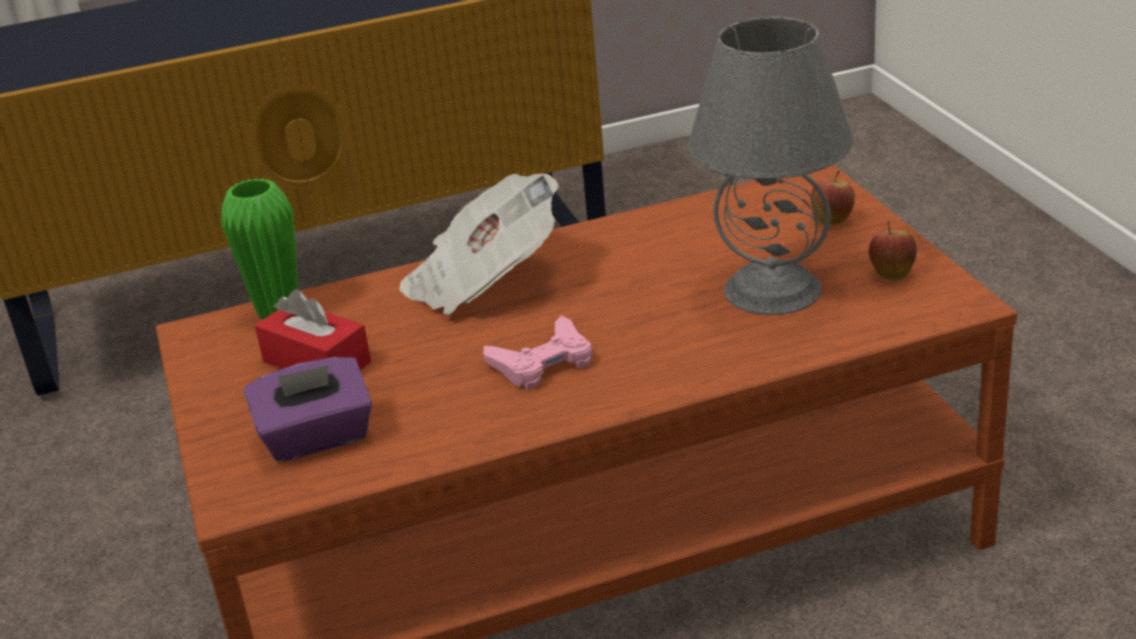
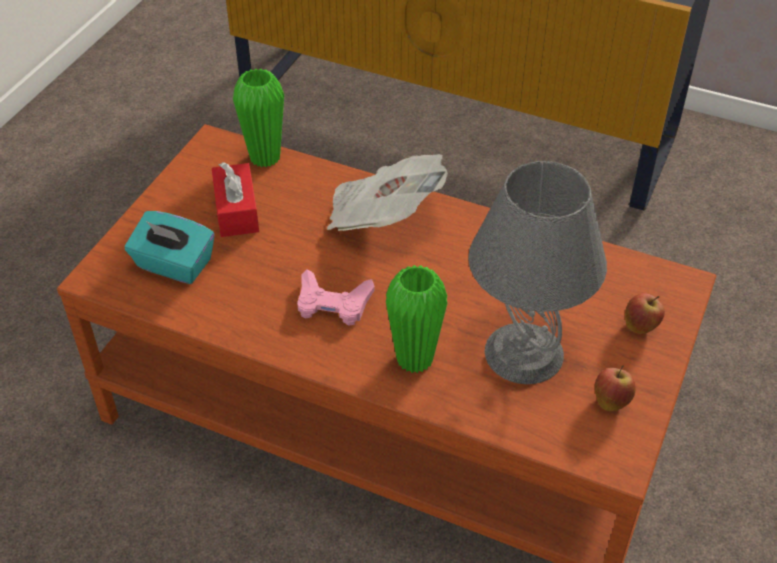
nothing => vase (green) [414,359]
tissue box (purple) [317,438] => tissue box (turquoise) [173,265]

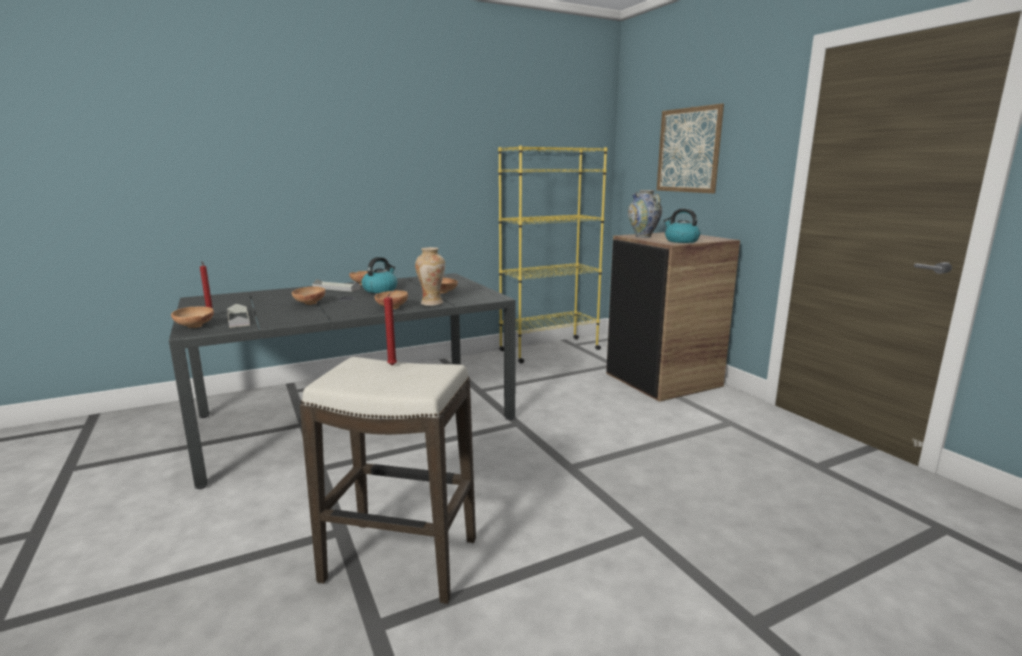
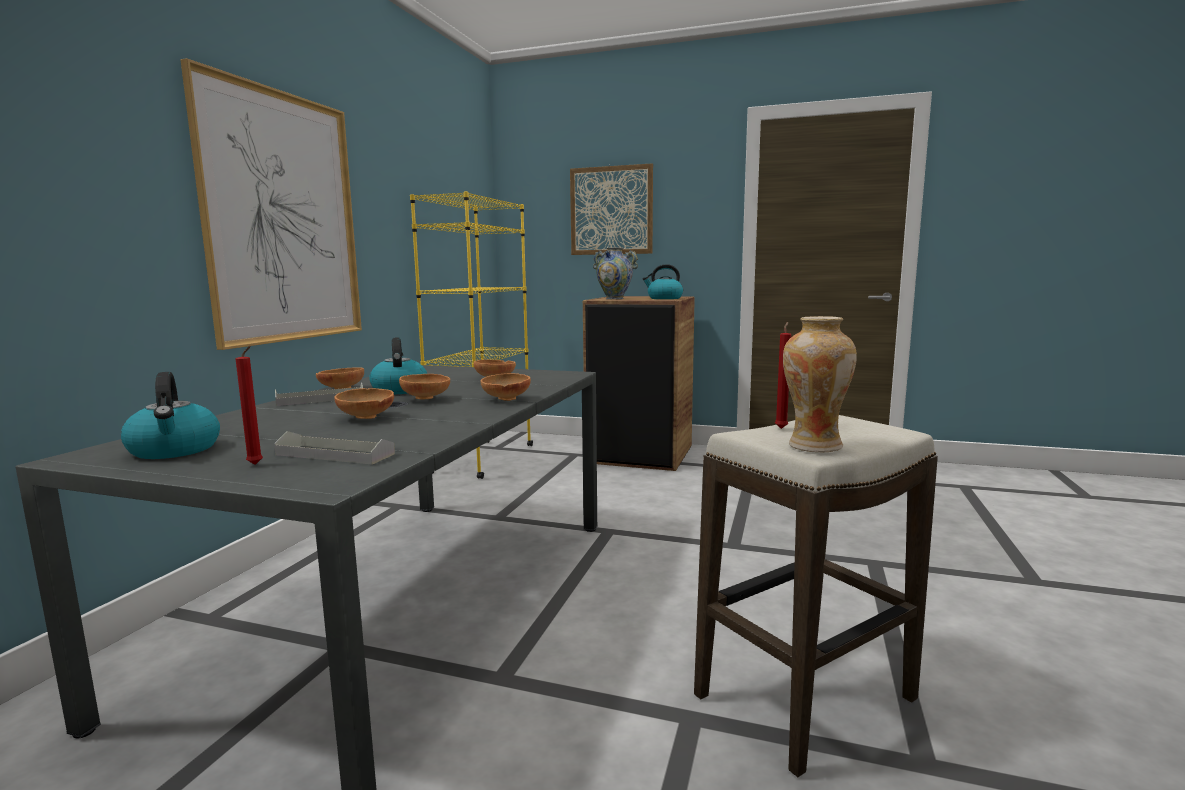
nothing => kettle [175,450]
nothing => picture [284,218]
bowl (brown) [194,327] => bowl (brown) [426,399], move
vase [431,303] => vase [814,446], move

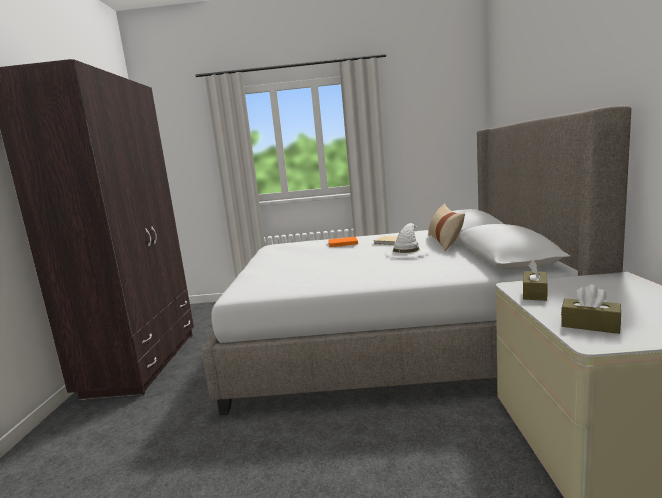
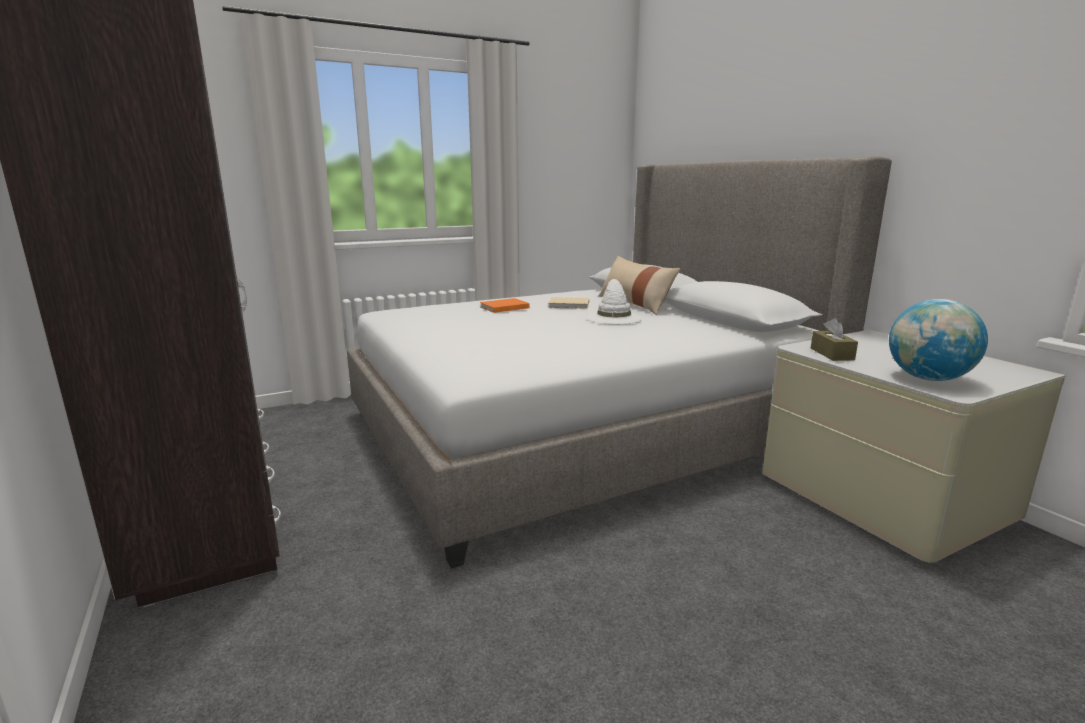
tissue box (brown) [590,325] => globe [928,378]

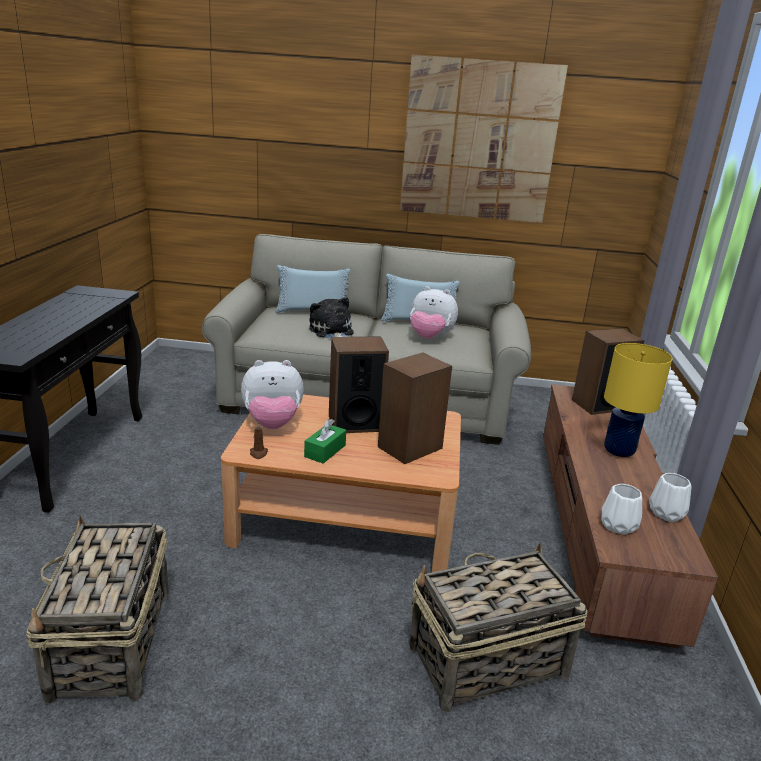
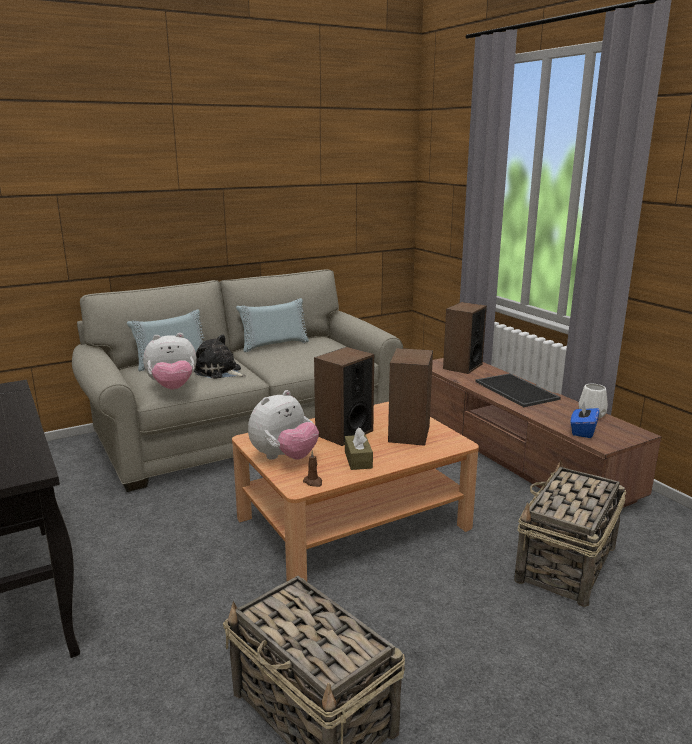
picture [479,141] => nothing
plush toy [430,338] => plush toy [173,388], move
vase (white) [618,526] => tissue box (blue) [582,431]
table lamp (yellow) [619,452] => tray [517,390]
tissue box (green) [325,451] => tissue box (brown) [358,460]

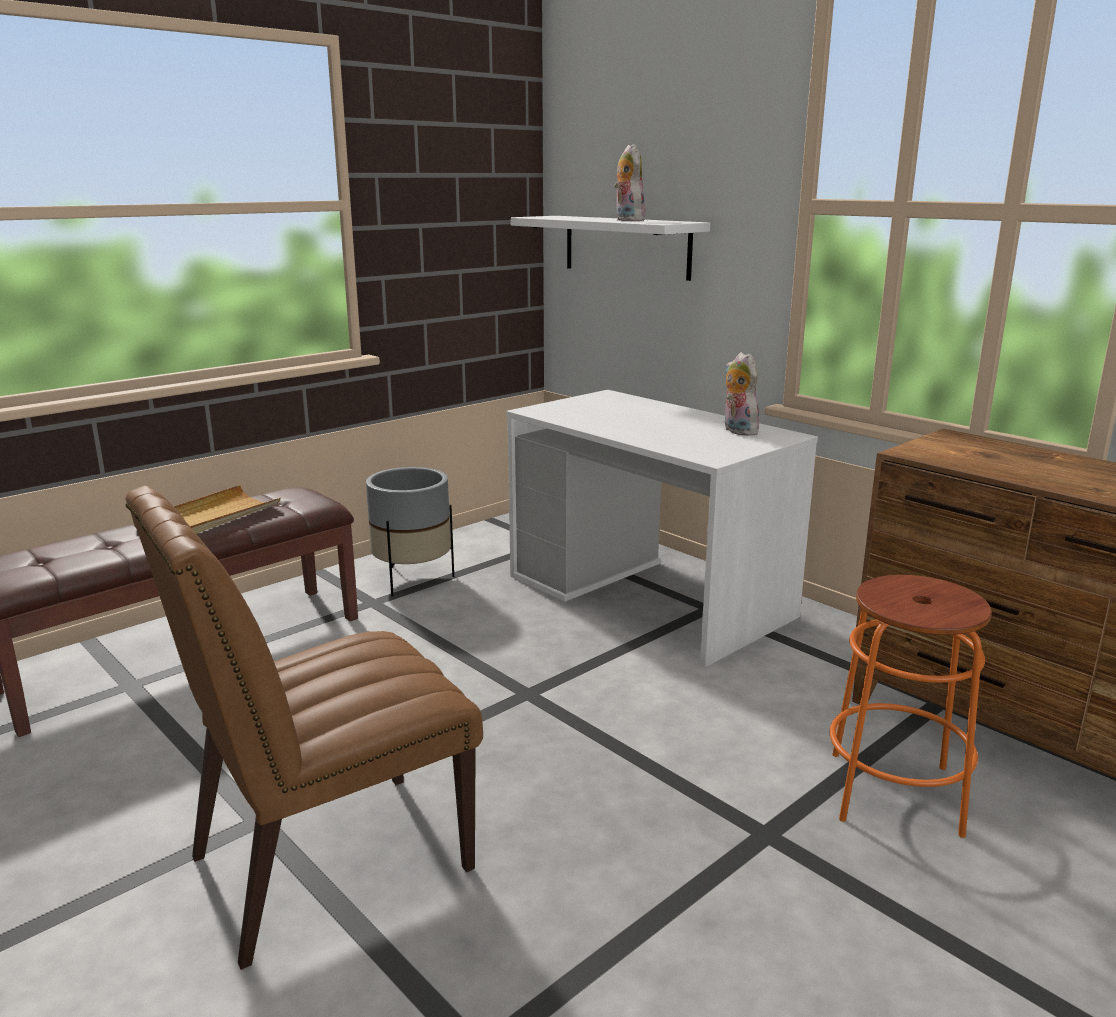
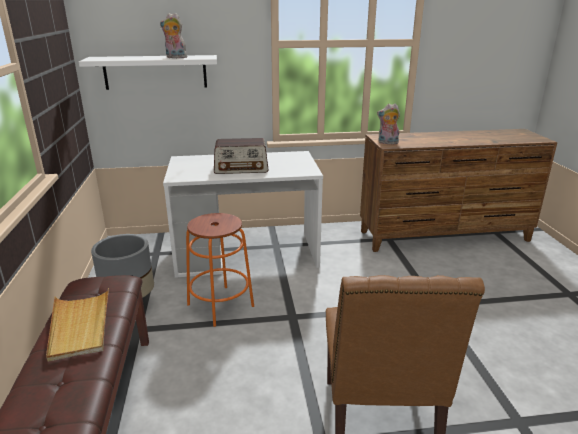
nothing => radio [241,168]
plush toy [737,431] => plush toy [387,143], move
stool (orange) [894,792] => stool (orange) [220,305], move

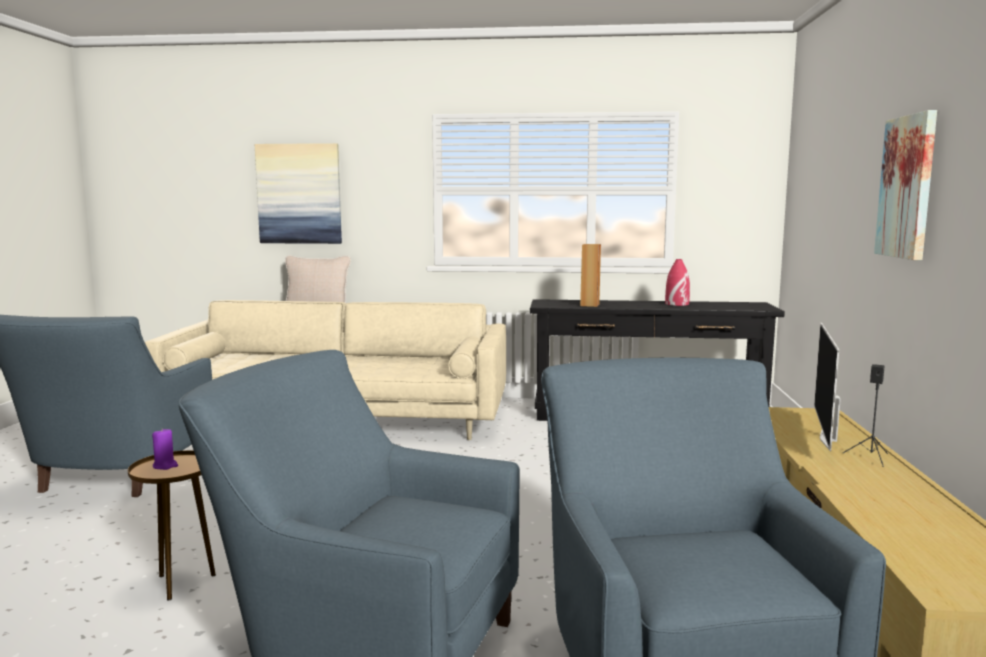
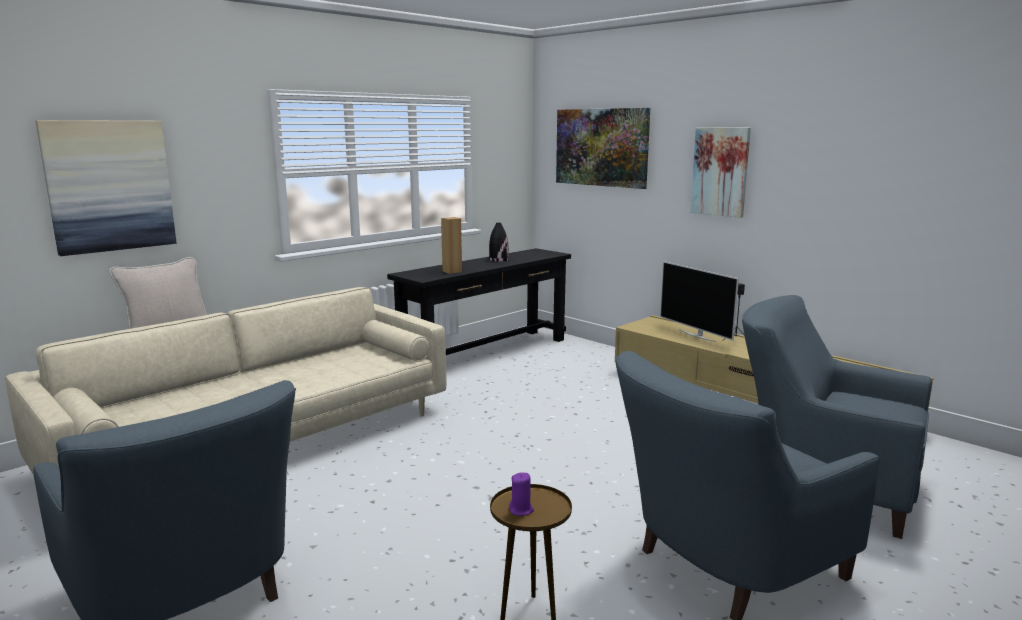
nothing => picture [601,147]
vase (red) [676,304] => vase (black) [498,259]

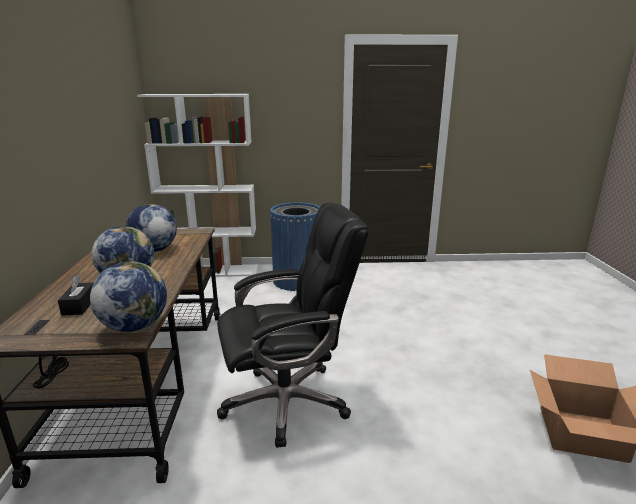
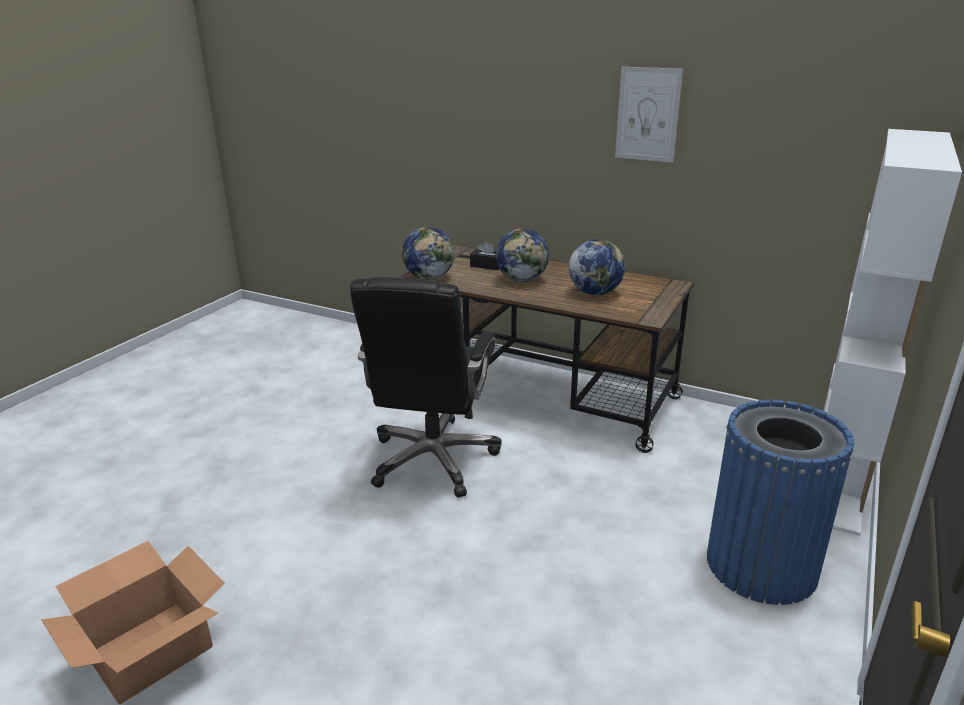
nothing => picture [647,114]

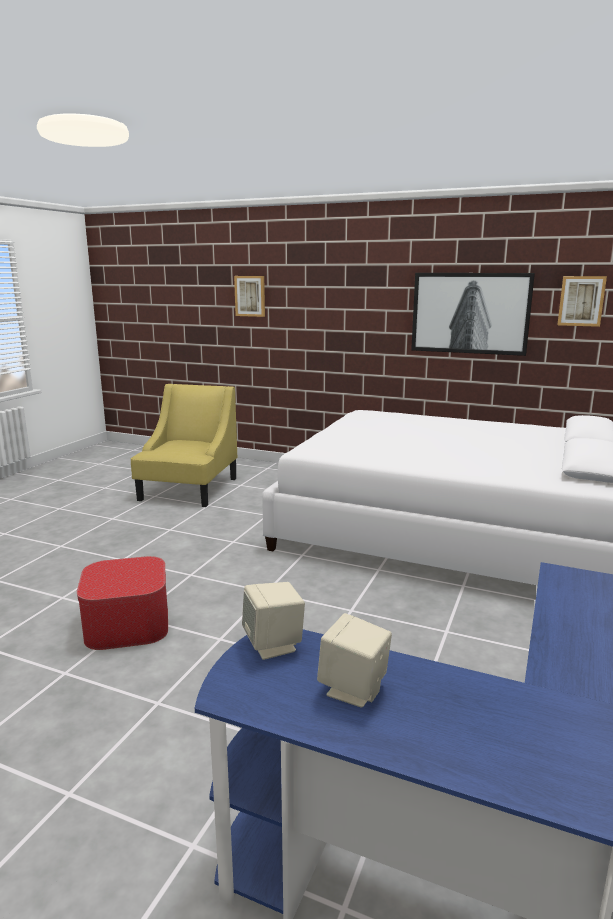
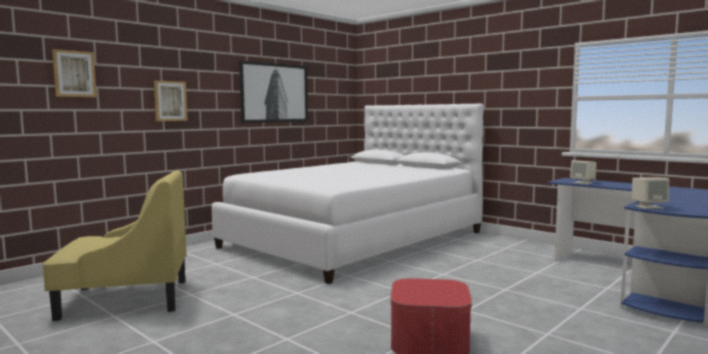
speaker (beige) [354,689] => speaker (beige) [583,183], move
picture [581,301] => picture [170,101], move
armchair (yellow) [189,489] => armchair (yellow) [125,299], 135 degrees clockwise

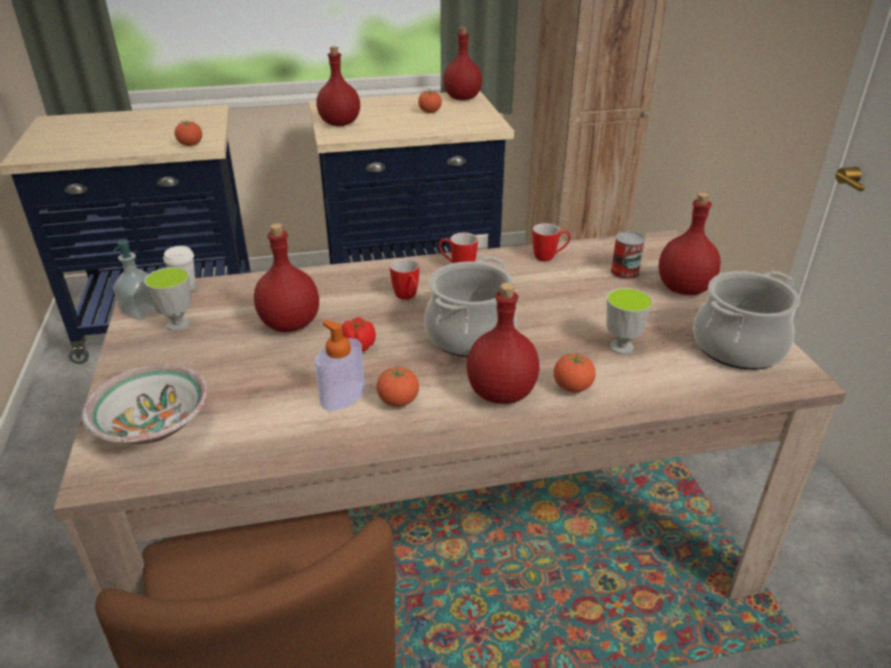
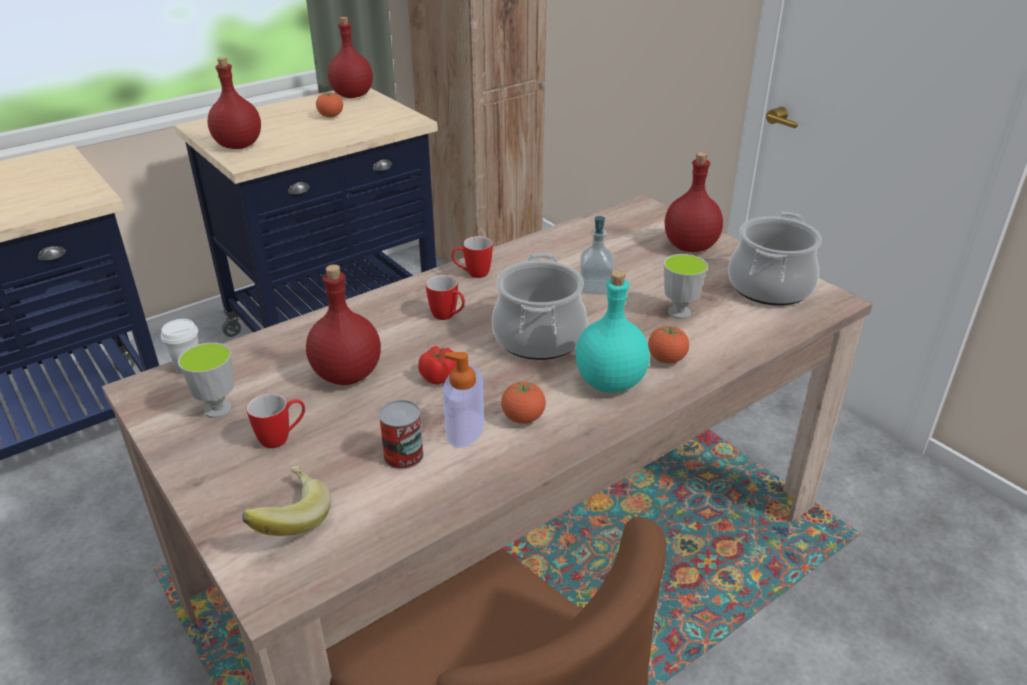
tomato [190,145] => nothing
soap dispenser [142,311] => soap dispenser [595,288], move
mug [549,257] => mug [282,438], move
can [624,272] => can [403,455], move
bowl [154,424] => banana [288,519]
bottle (red) [501,392] => bottle (turquoise) [610,381]

